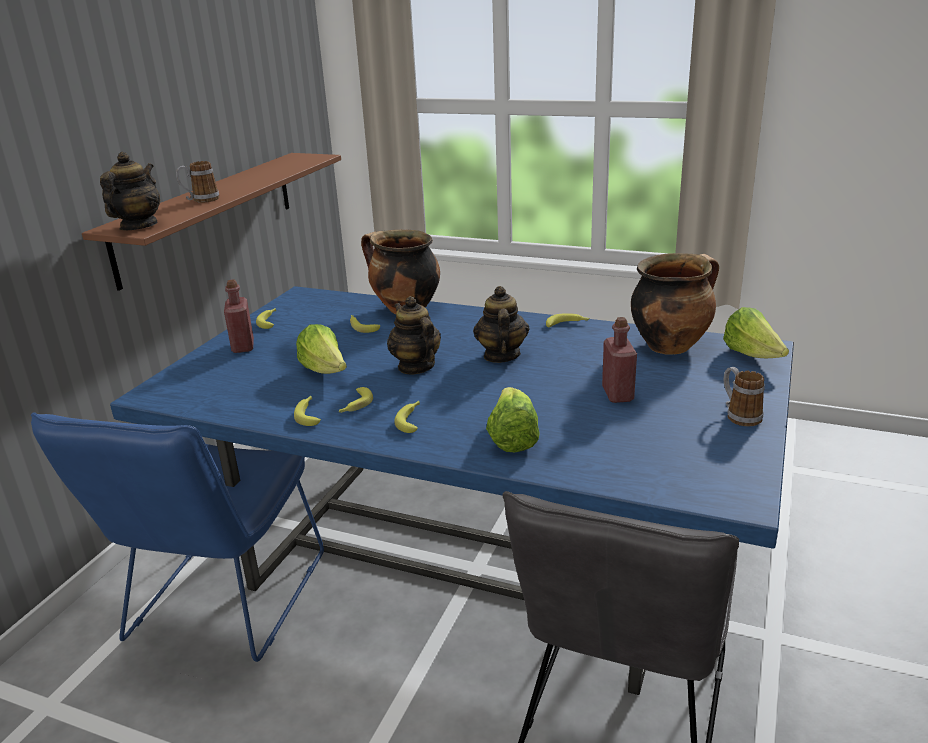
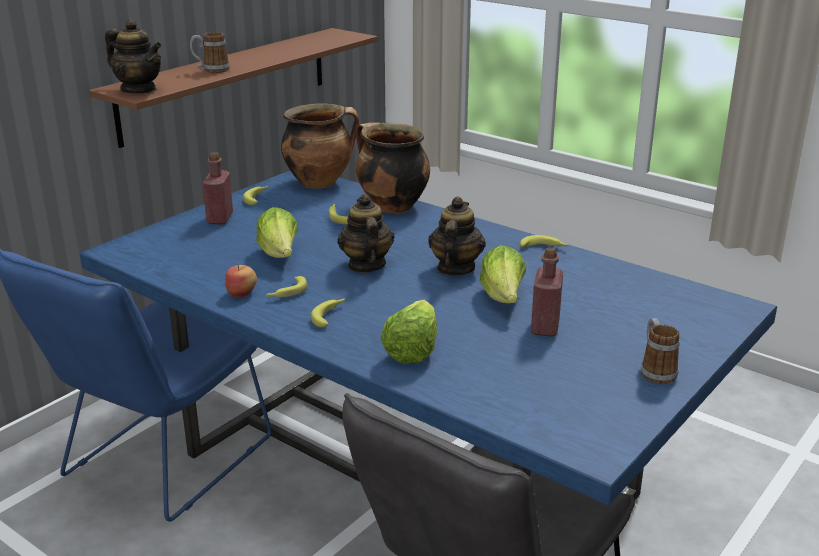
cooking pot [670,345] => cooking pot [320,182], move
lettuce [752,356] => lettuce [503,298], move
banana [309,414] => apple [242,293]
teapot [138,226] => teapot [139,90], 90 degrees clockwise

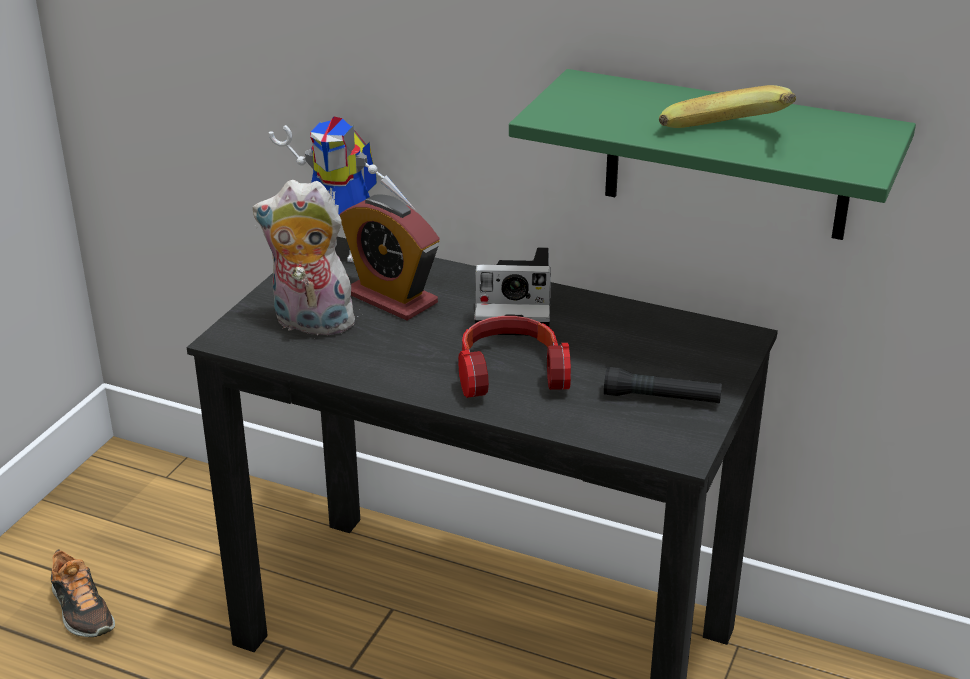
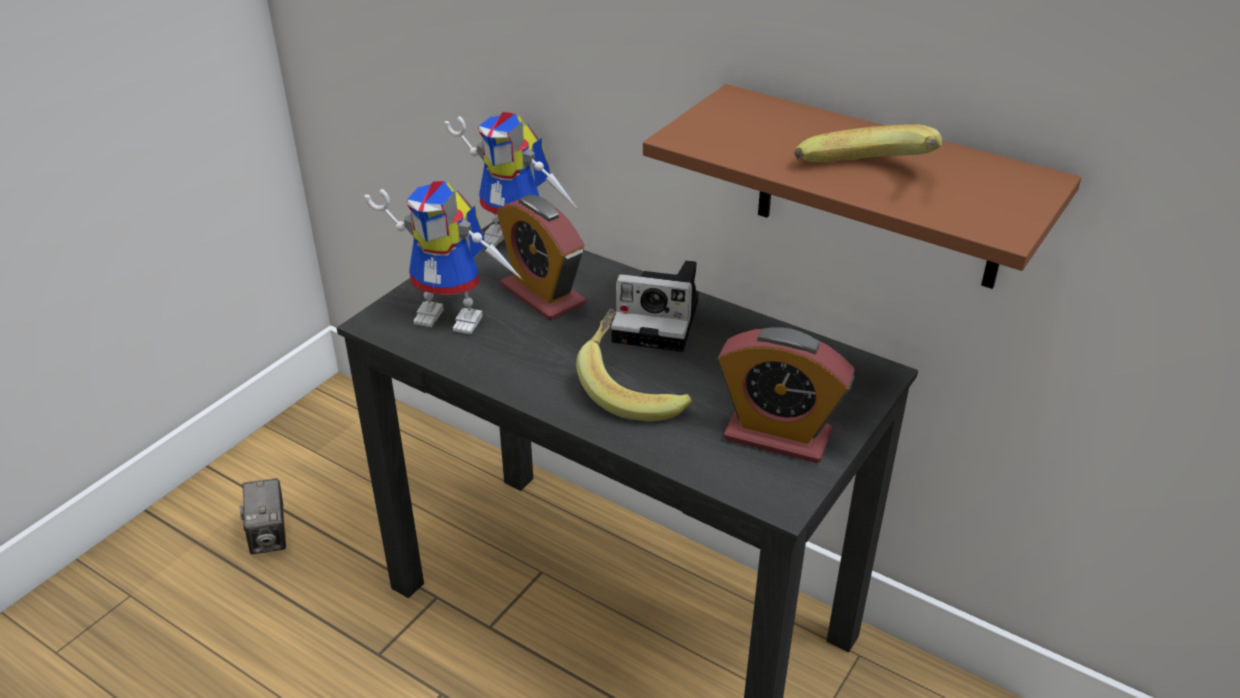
shoe [81,610] => photo camera [270,536]
plush toy [310,324] => toy robot [457,315]
headphones [510,372] => banana [633,389]
flashlight (black) [661,398] => alarm clock [777,435]
shelf (green) [727,156] => shelf (brown) [880,189]

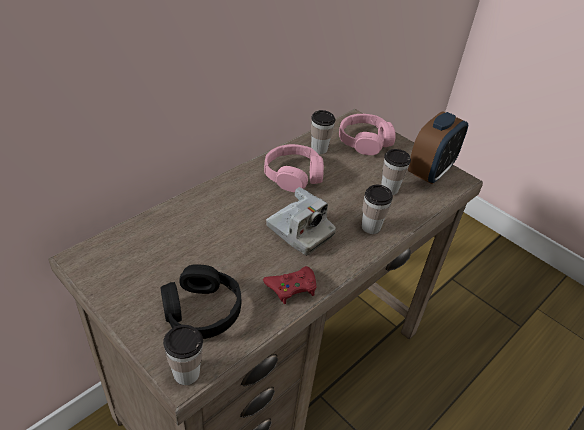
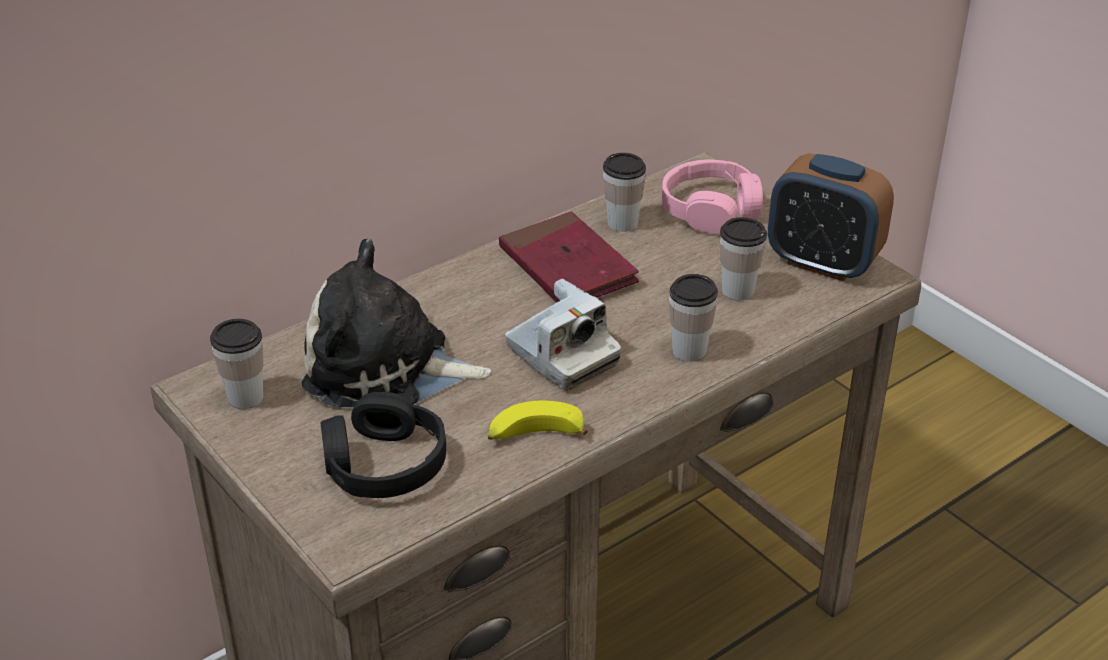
nothing => plush toy [385,368]
cup [186,373] => cup [246,397], move
game controller (red) [291,287] => banana [534,436]
headphones (pink) [293,175] => book (red) [567,266]
alarm clock [430,172] => alarm clock [823,263], 75 degrees clockwise

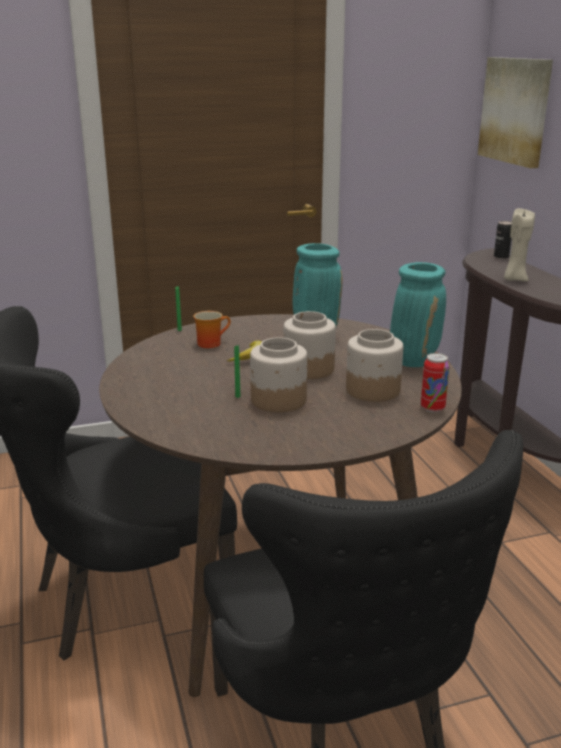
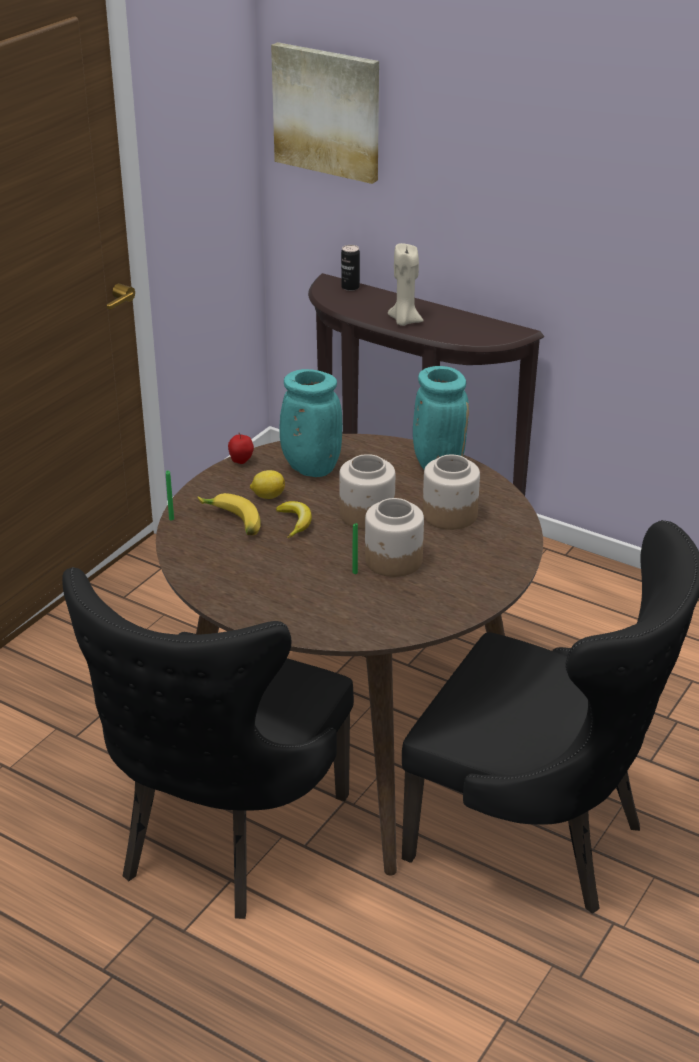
can [432,408] => nothing
nothing => apple [241,461]
nothing => lemon [267,496]
mug [210,343] => banana [231,522]

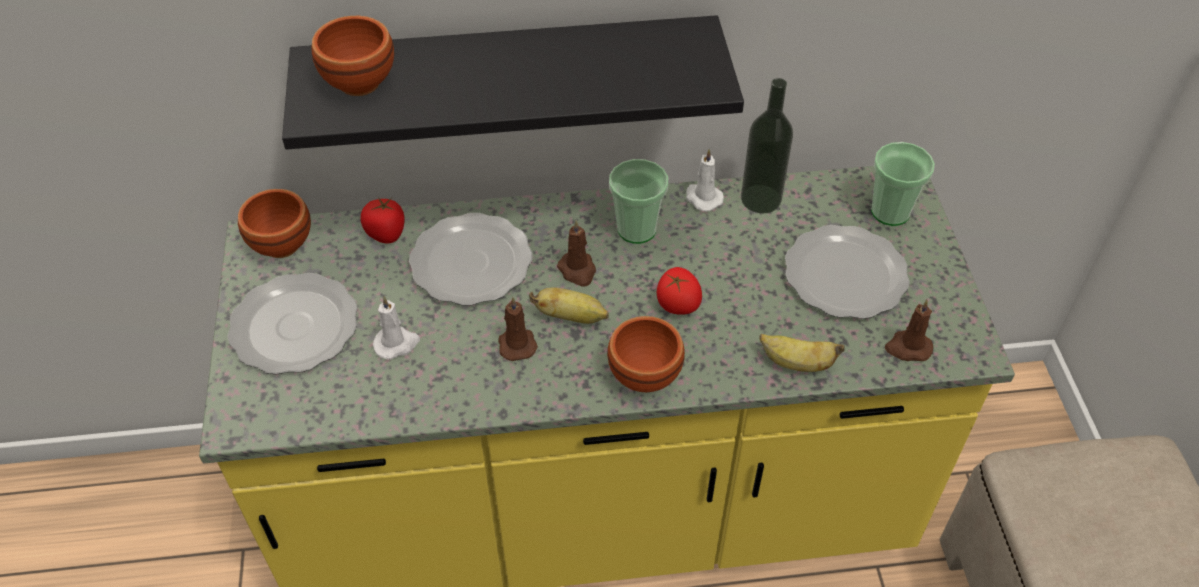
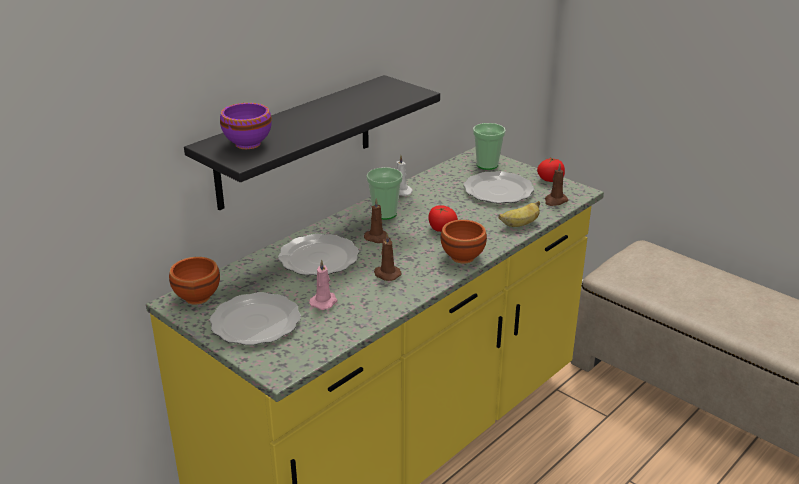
banana [571,317] => nothing
bottle [761,199] => nothing
tomato [386,233] => tomato [550,179], move
bowl (brown) [357,83] => bowl (purple) [247,144]
candle (white) [397,344] => candle (pink) [324,302]

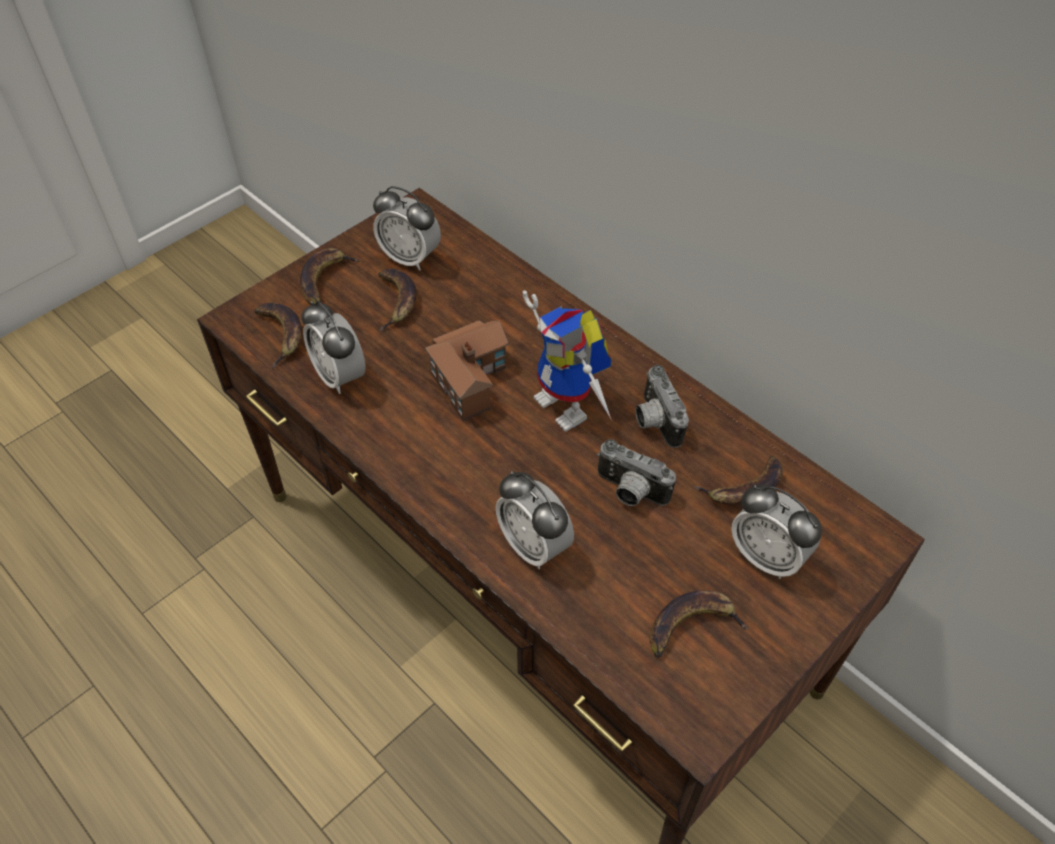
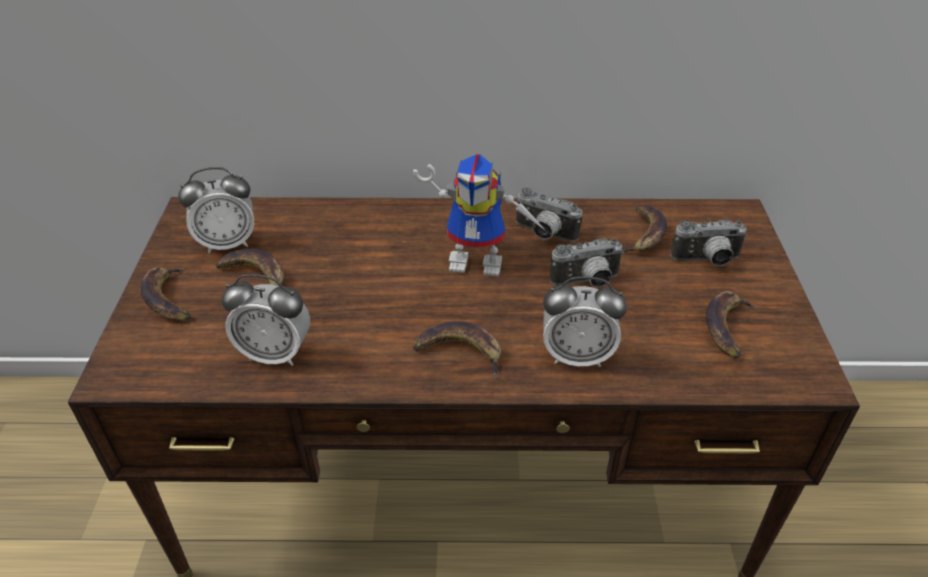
toy house [470,375] => nothing
banana [281,335] => banana [461,351], move
alarm clock [767,556] => photo camera [707,261]

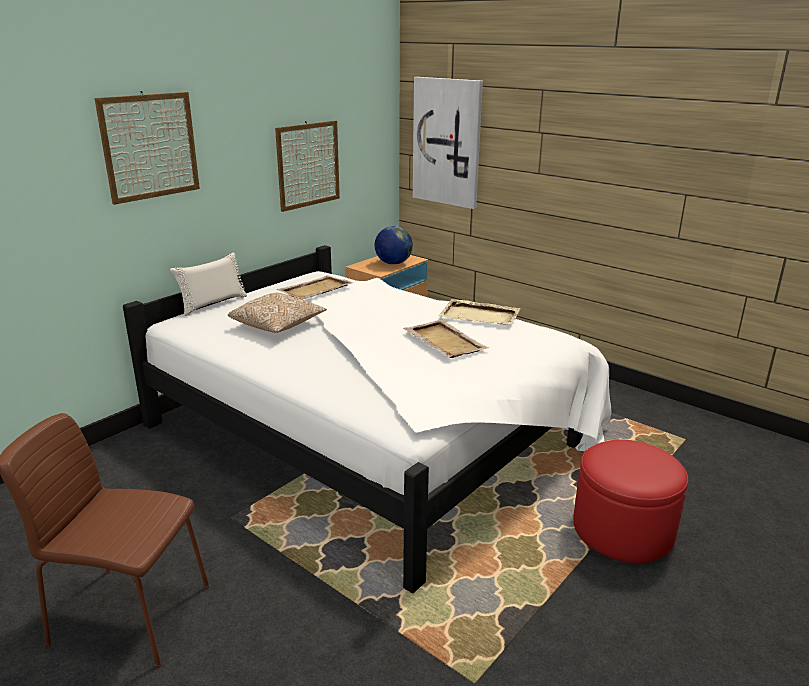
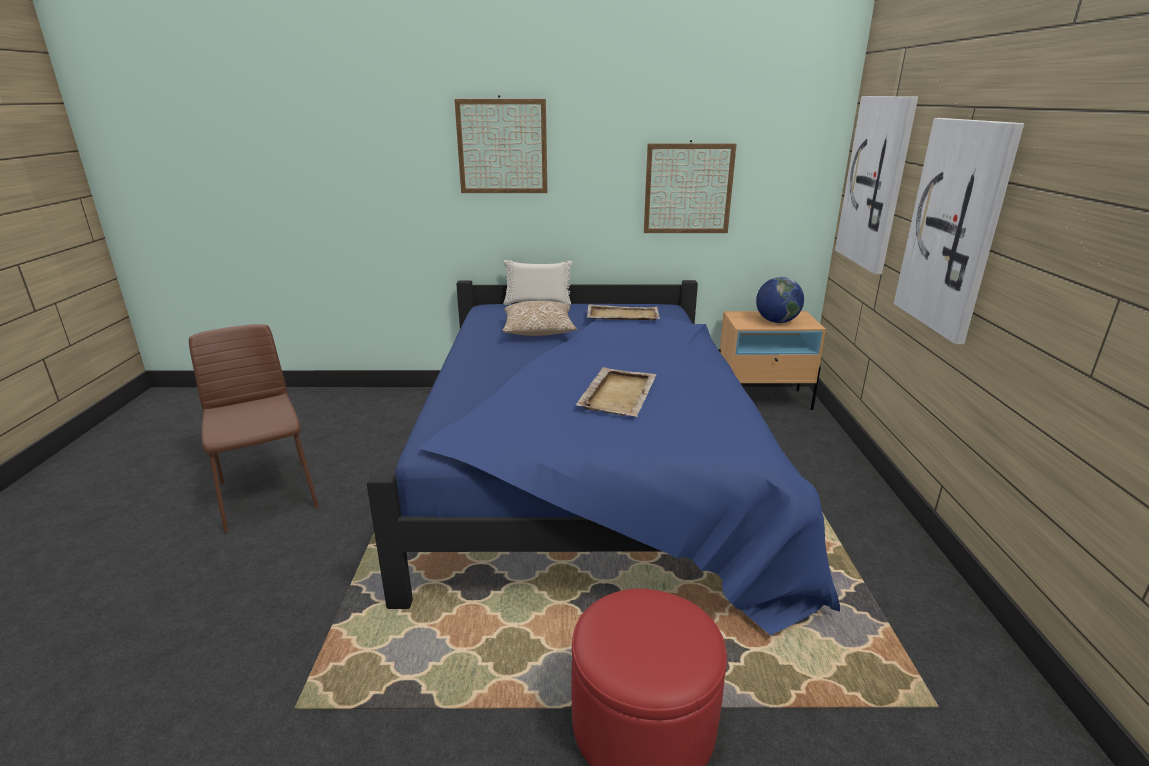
tray (beige) [480,315] => nothing
nothing => picture [954,228]
bed (white) [375,432] => bed (blue) [592,475]

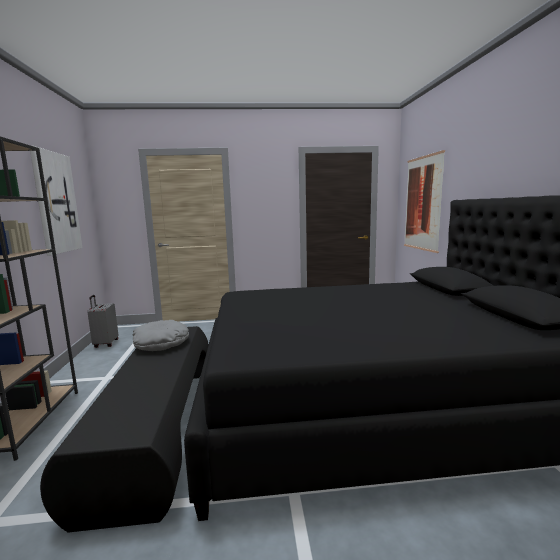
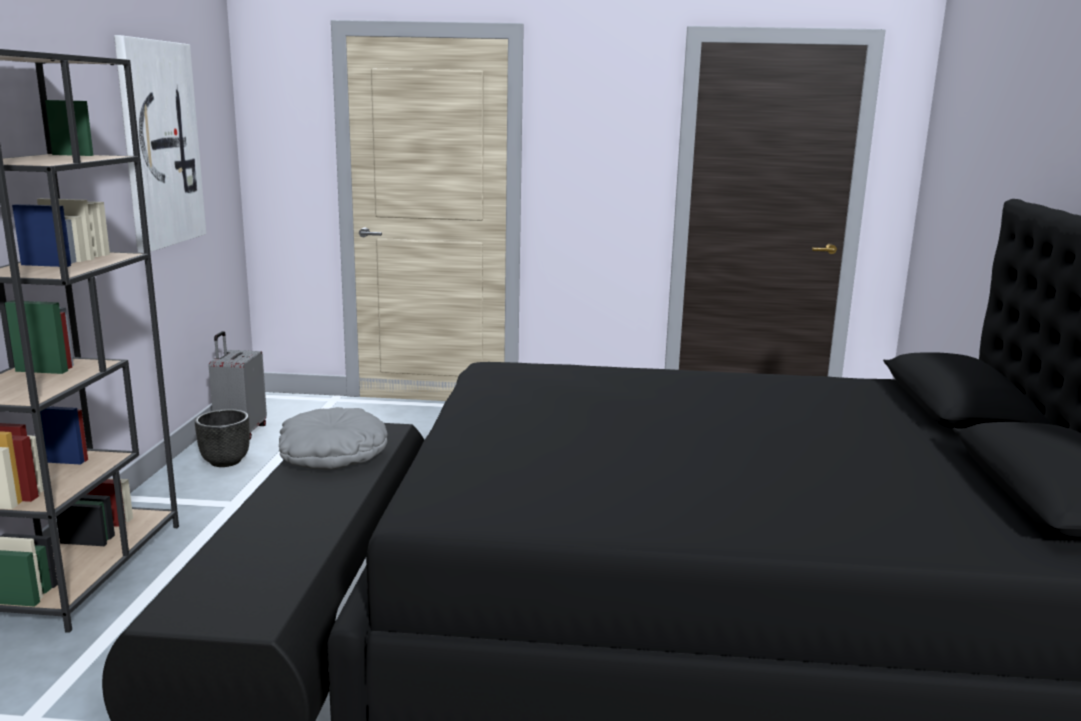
picture [422,203] => nothing
nothing => planter (black) [226,461]

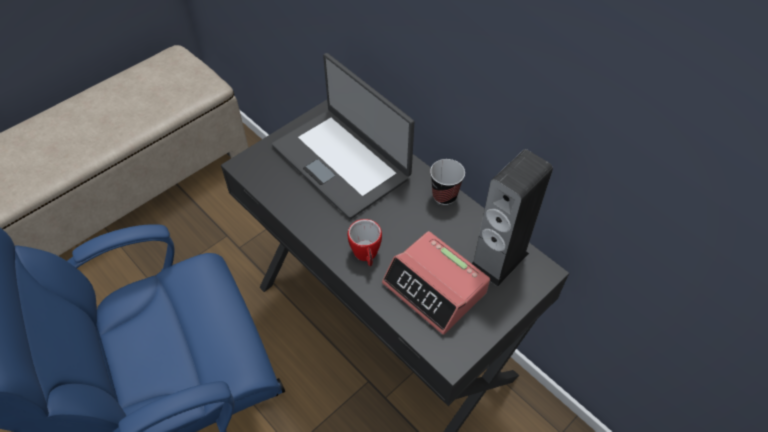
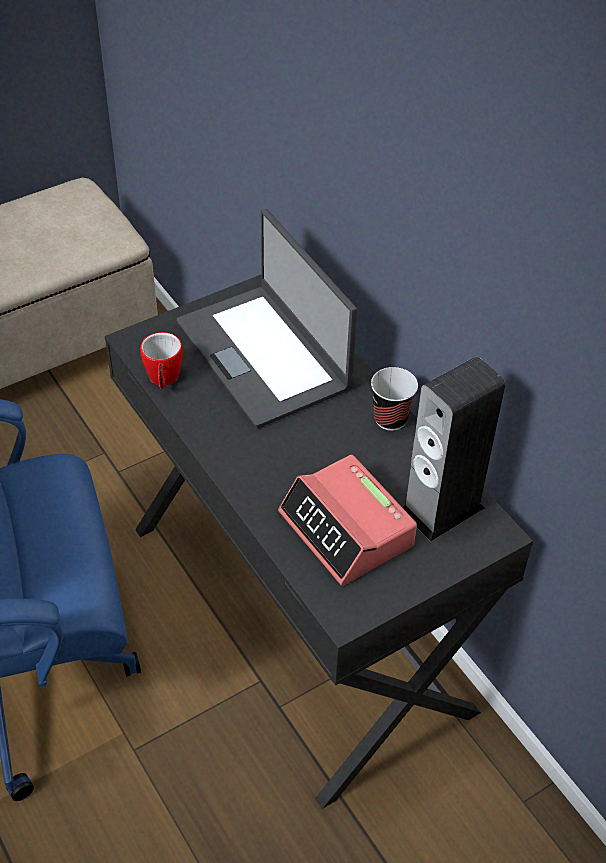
mug [366,256] => mug [163,380], move

